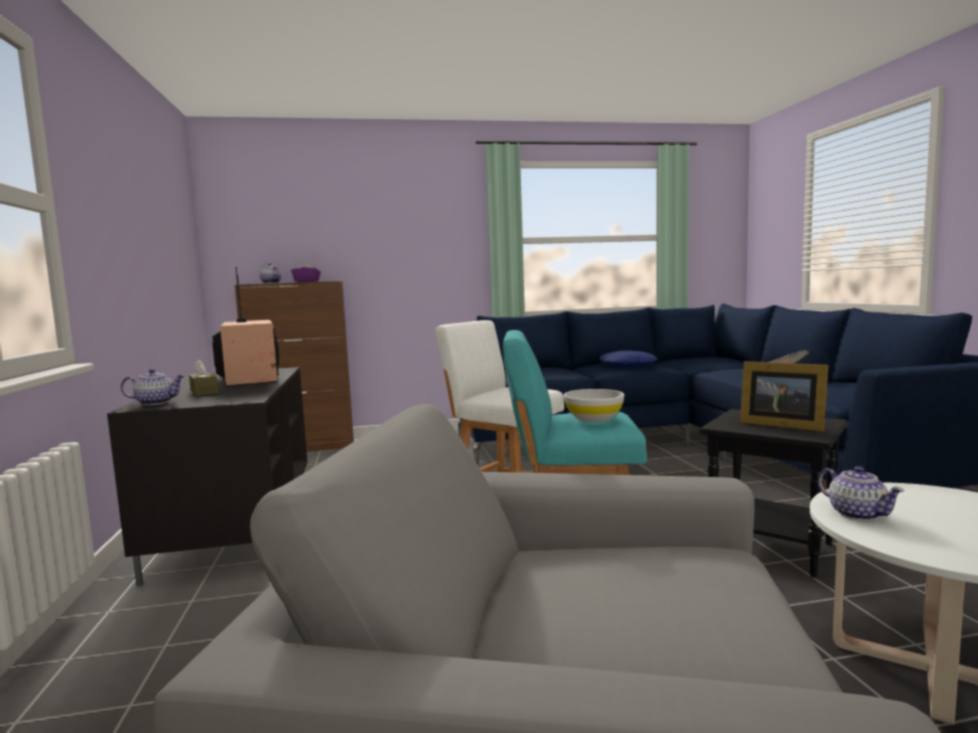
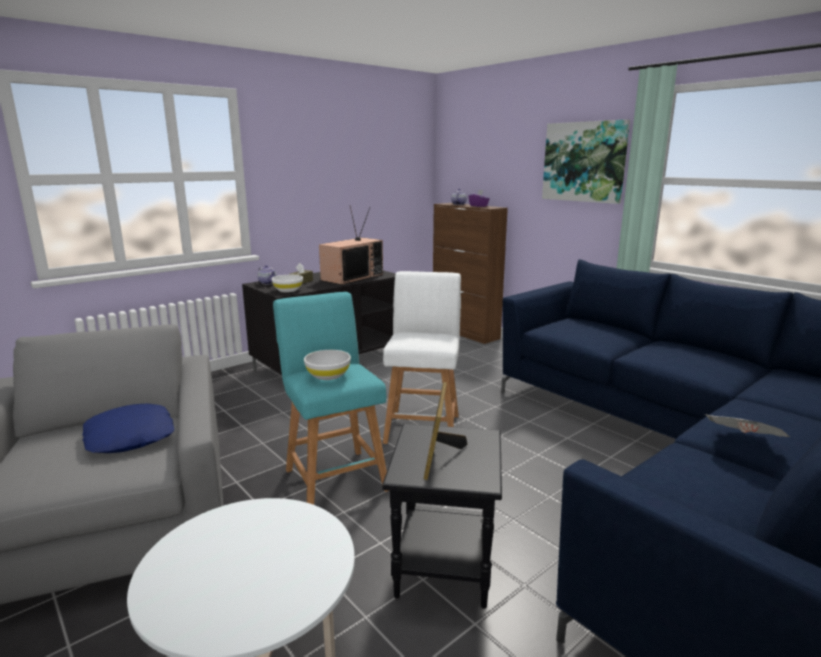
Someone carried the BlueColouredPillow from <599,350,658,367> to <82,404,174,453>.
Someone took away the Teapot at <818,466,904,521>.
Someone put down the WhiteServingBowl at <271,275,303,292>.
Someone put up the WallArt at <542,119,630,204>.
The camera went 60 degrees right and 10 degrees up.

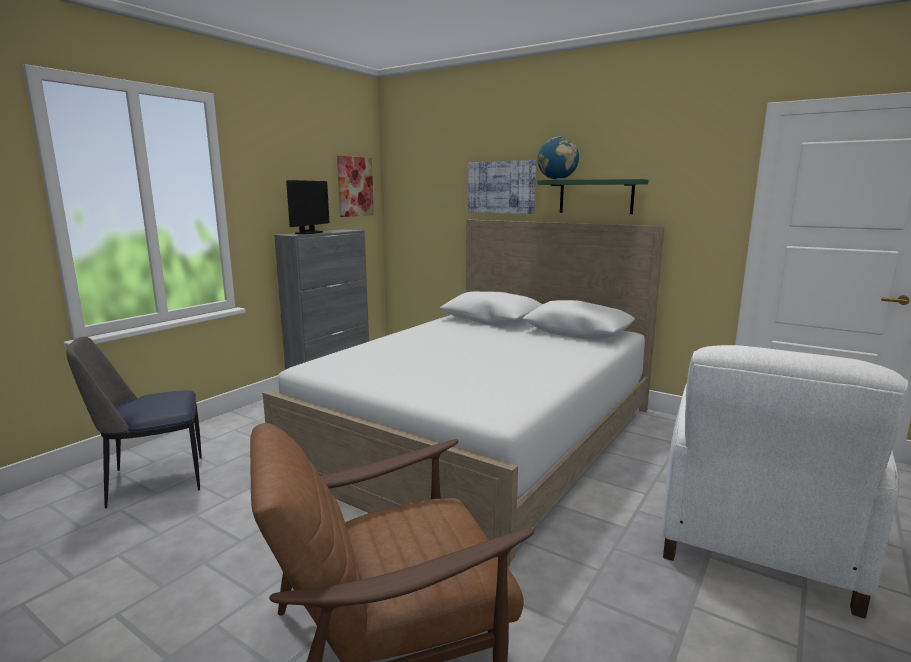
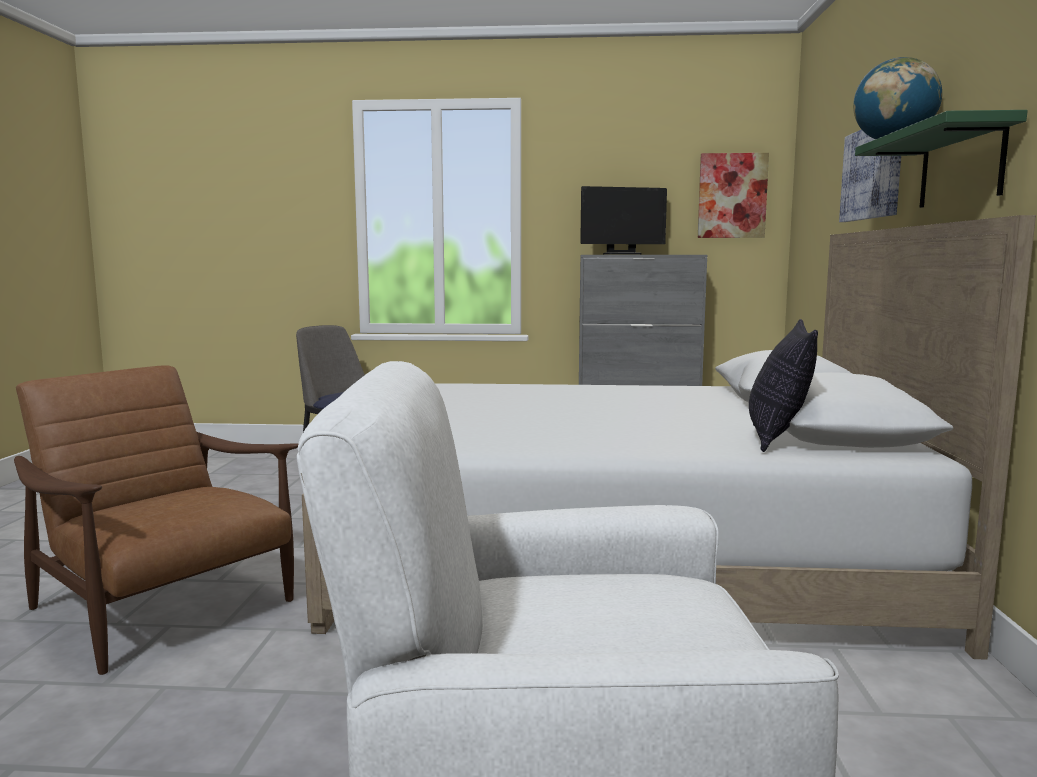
Someone put down the Pillow at <749,319,818,452>.
The camera went 60 degrees right and 5 degrees down.

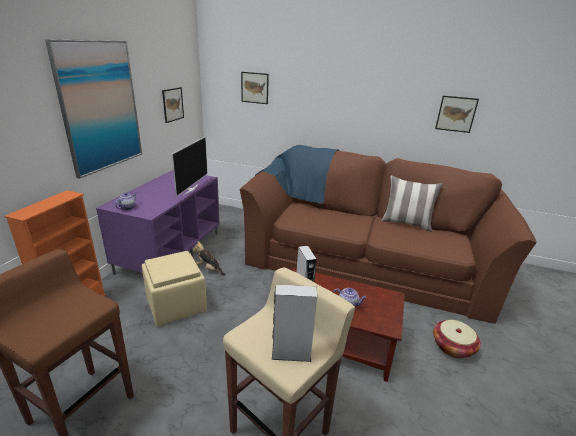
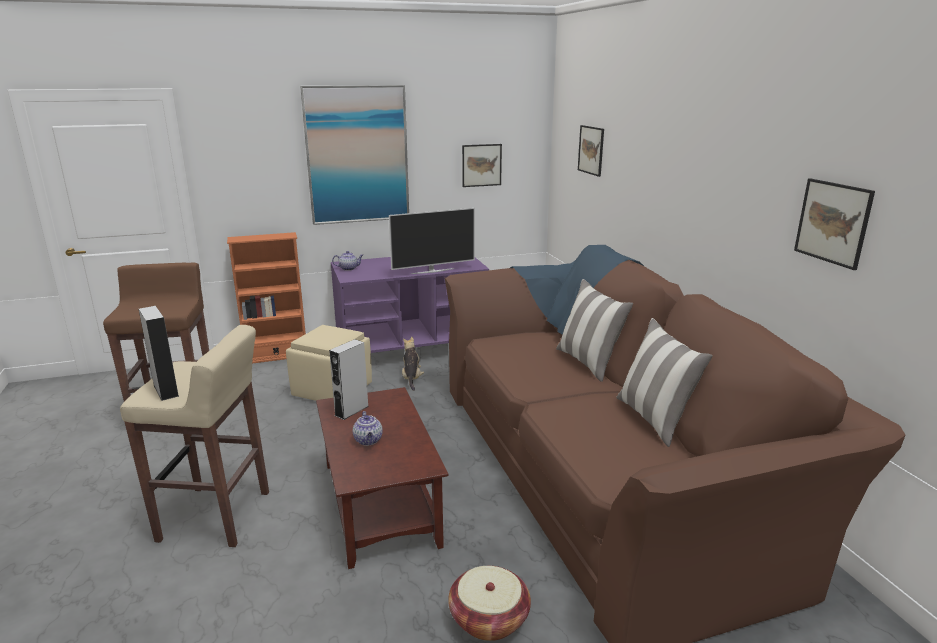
Someone put down the Pillow at <556,279,633,382>.
The camera went 55 degrees right and 5 degrees down.

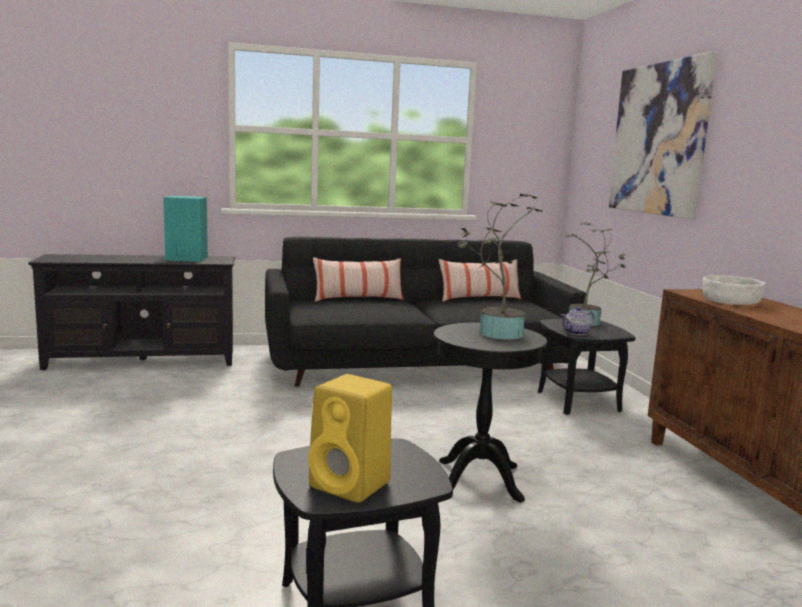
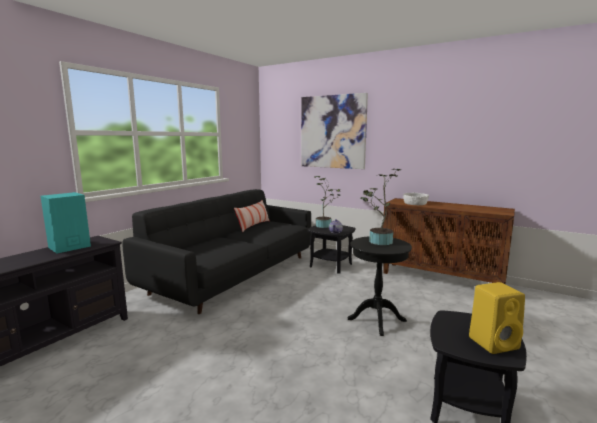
Someone took away the Pillow at <313,257,404,302>.
The camera went 45 degrees left and 0 degrees up.

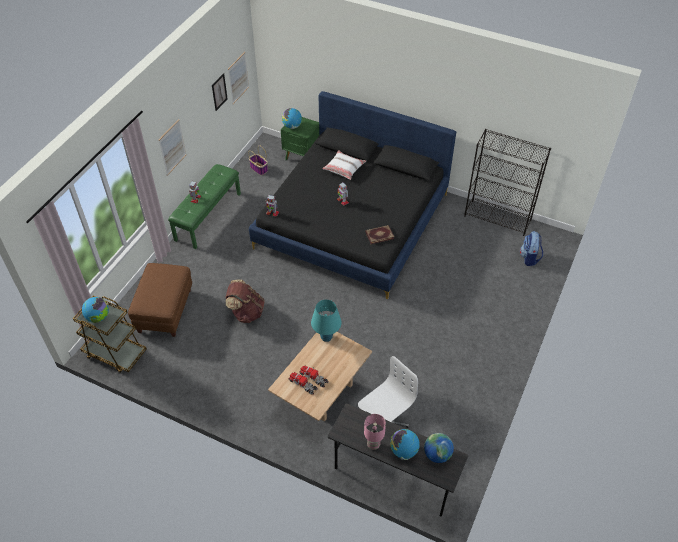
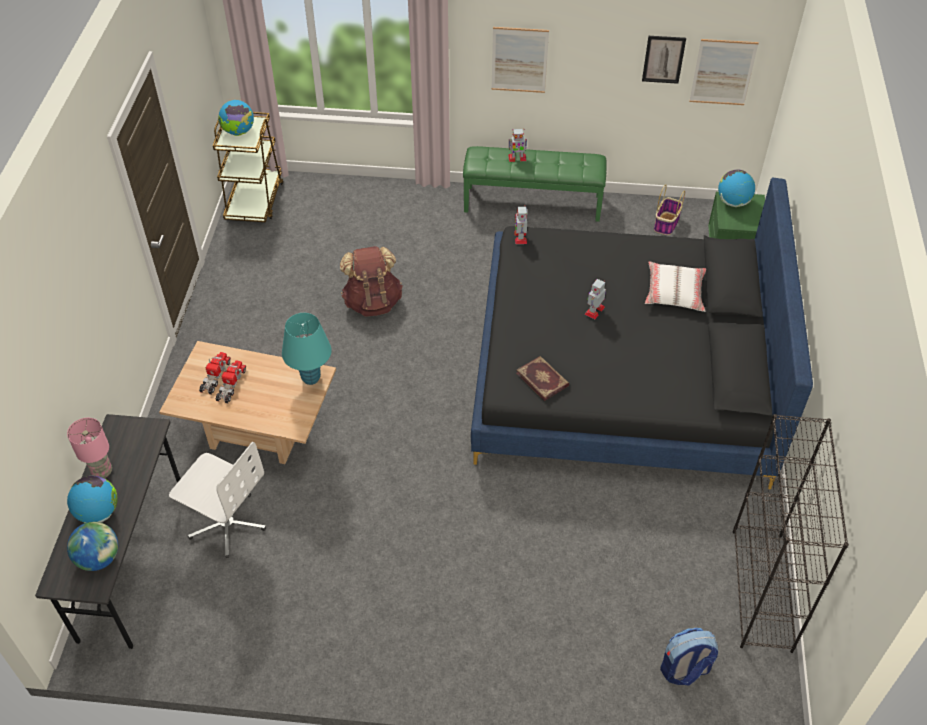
Someone took away the BrownColouredPouffe at <128,263,192,337>.
The camera went 70 degrees right and 0 degrees up.

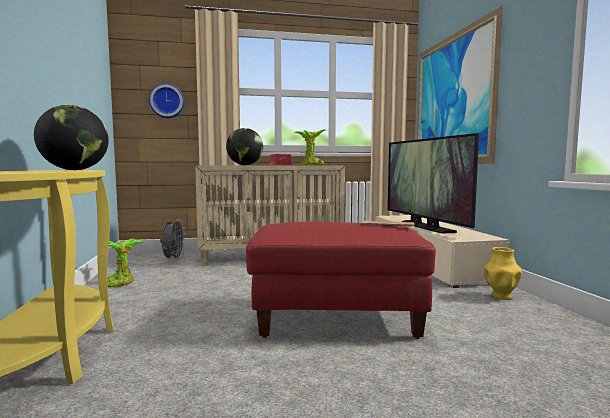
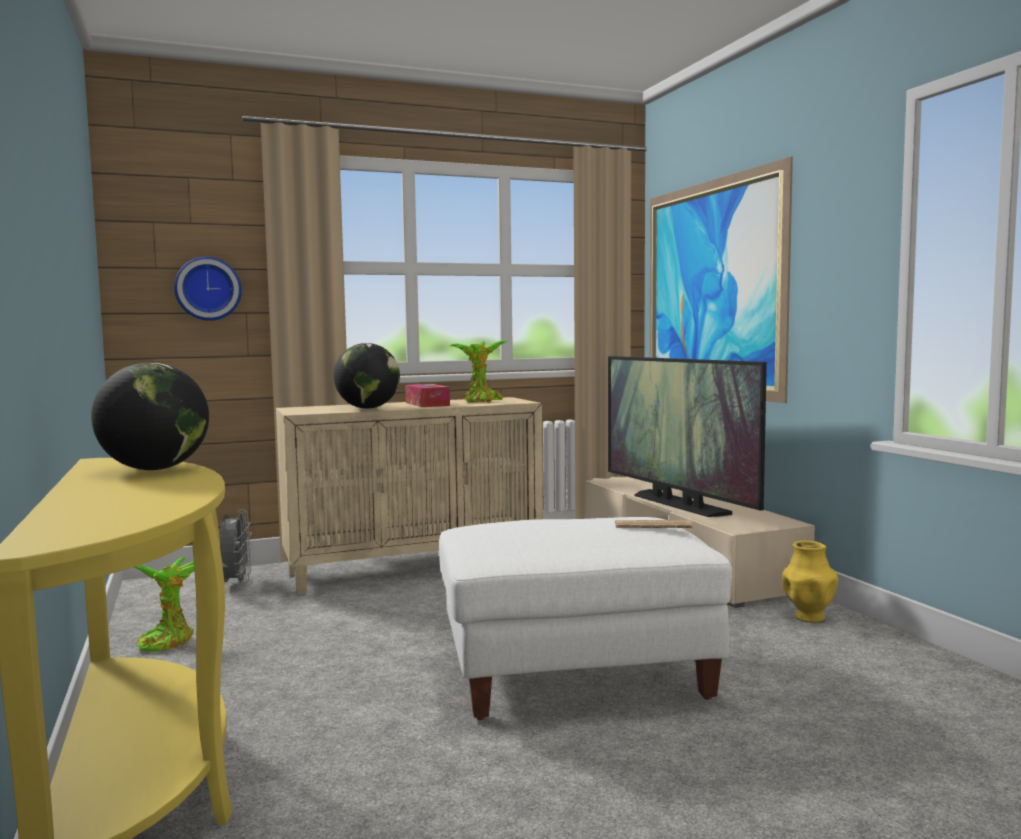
Someone repainted the RedColouredPouffe at <246,222,436,339>, which became the WhitePouffe at <439,517,732,720>.
The camera went 10 degrees left and 0 degrees up.

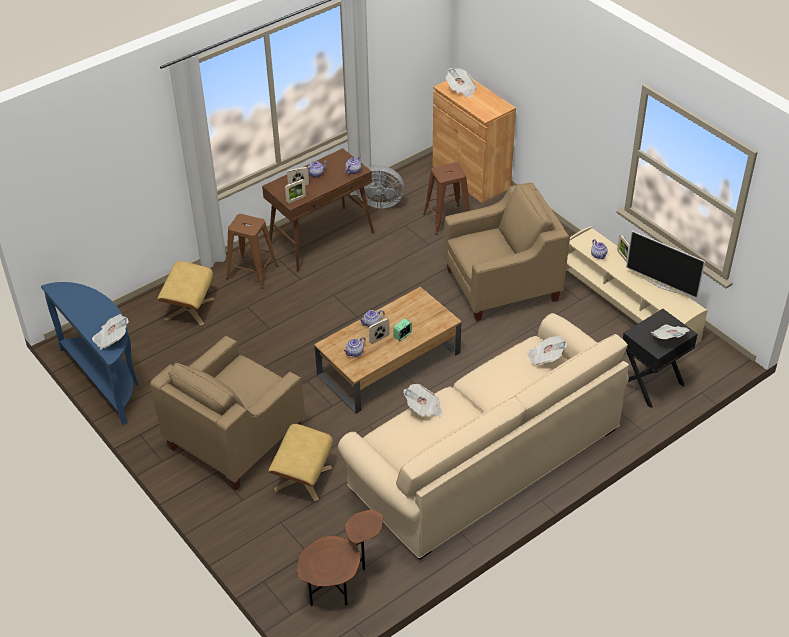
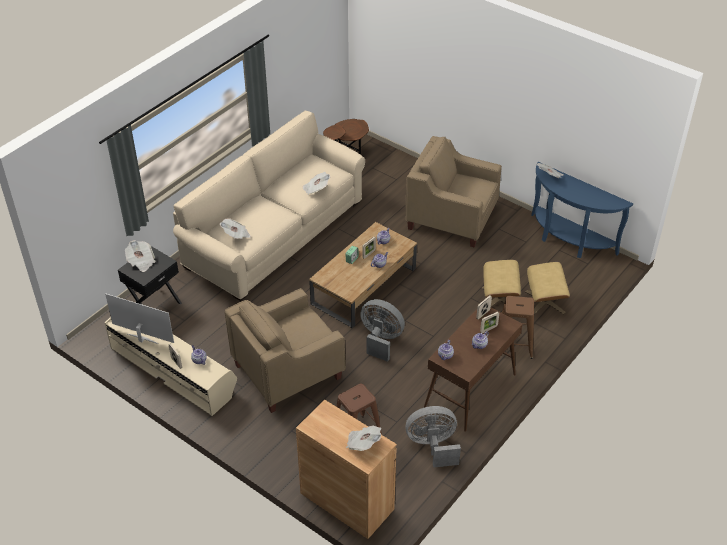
Someone rotated the BeigeColouredArmchair at <150,336,306,491> by 90 degrees counterclockwise.
Someone carried the BeigeColouredPouffe from <269,424,333,502> to <481,260,521,307>.
Someone put down the GreyishCoolingFan at <360,299,405,362>.
The camera went 165 degrees right and 0 degrees up.

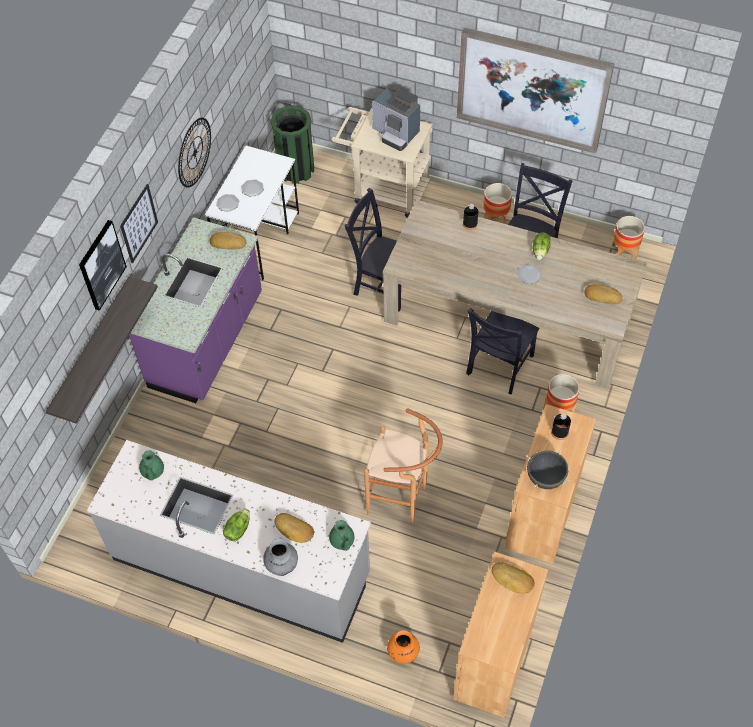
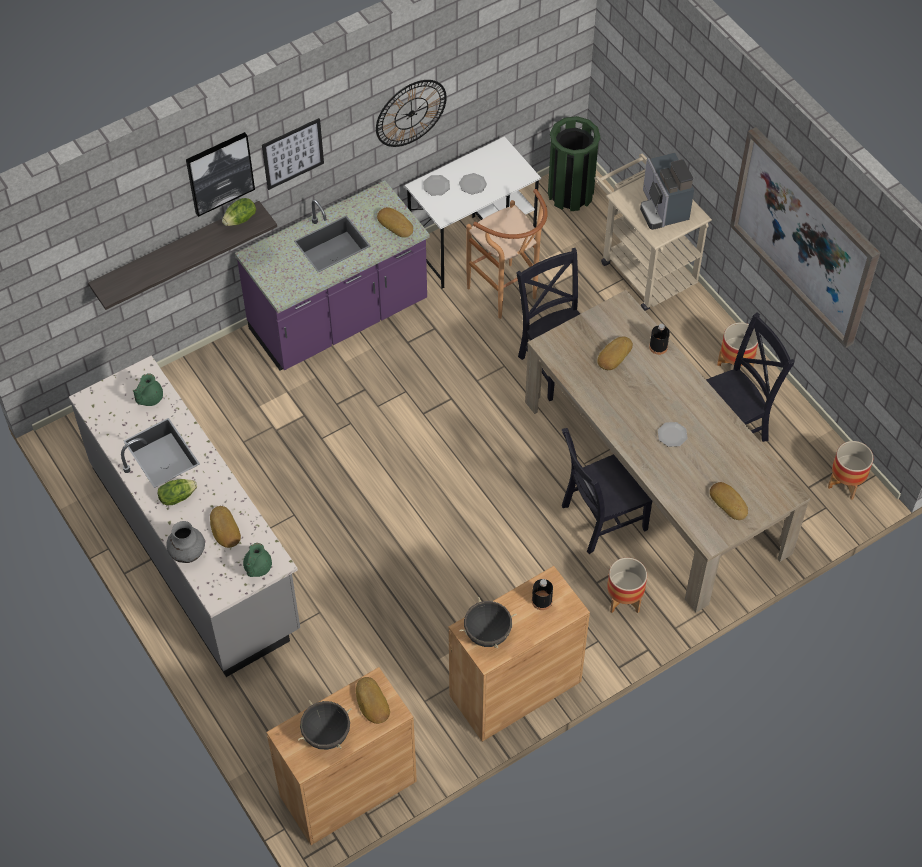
Someone carried the BrownColouredSittingStool from <364,408,443,524> to <466,189,548,319>.
Someone took away the OrangeColouredFlowerVase at <387,630,420,664>.
Someone carried the Lettuce from <533,232,550,260> to <222,198,256,226>.
Someone put down the BlackStockpot at <298,700,352,750>.
Someone put down the BakeryBread at <597,336,633,370>.
The camera went 35 degrees right and 0 degrees up.

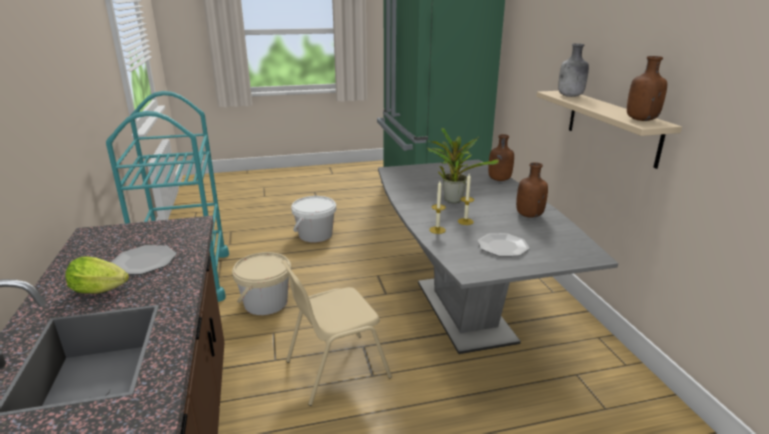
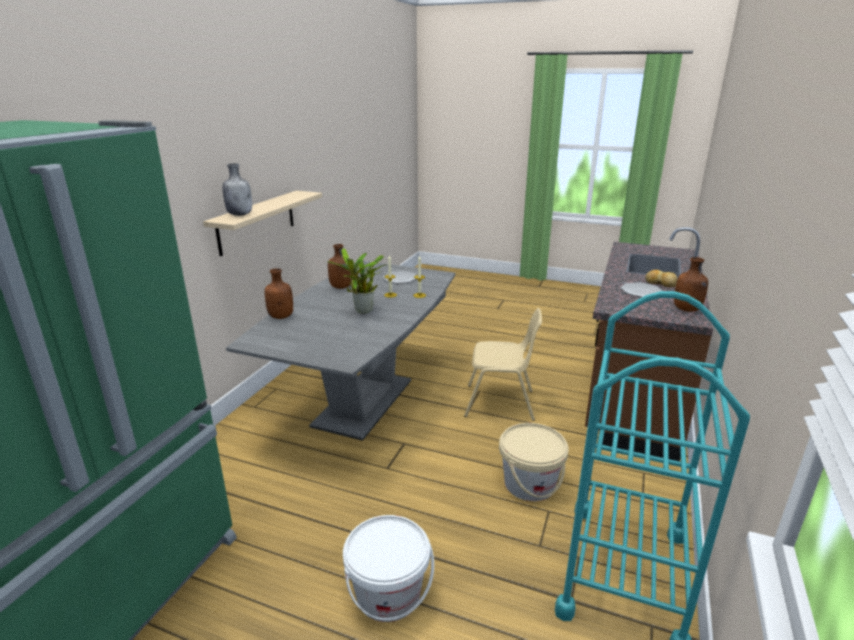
Someone swapped the Lettuce at <65,256,129,294> for the BakeryBread at <645,270,678,287>.
Someone carried the BrownColouredDrinkBottle from <627,56,667,121> to <674,257,708,312>.
The camera went 145 degrees left and 0 degrees up.

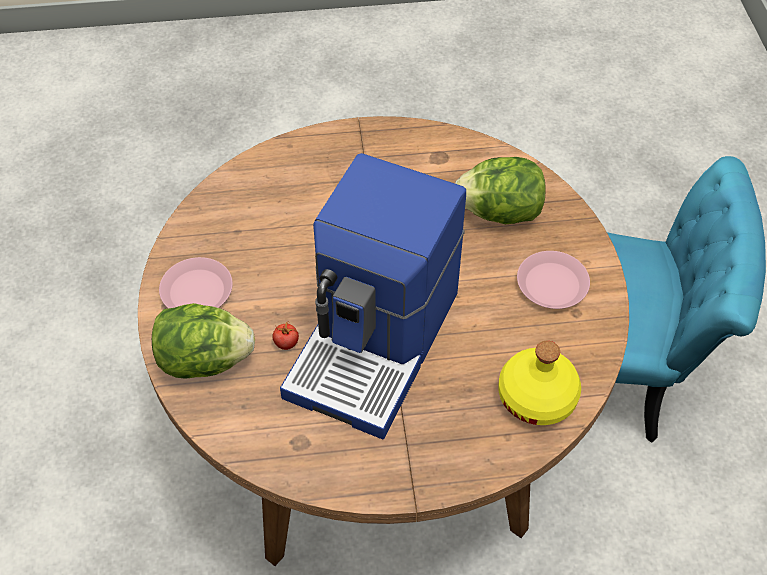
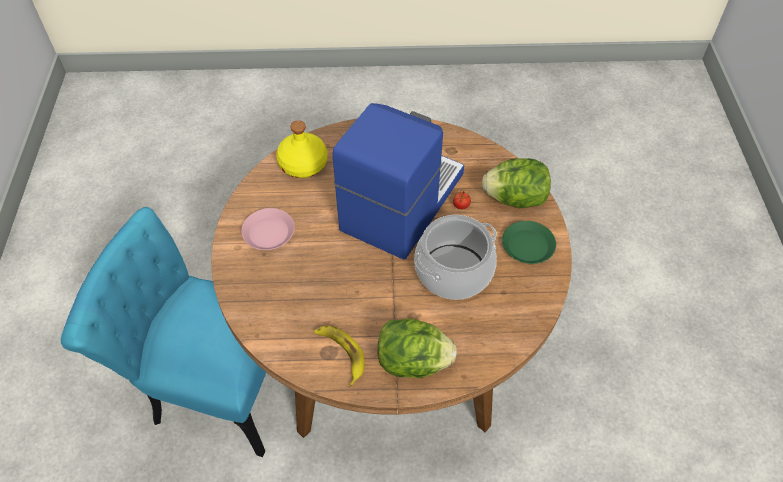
Someone repainted the PinkishDinnerPlate at <159,257,233,308>, which became the GreenColouredDinnerPlate at <502,221,556,264>.
Someone carried the Lettuce from <455,157,546,224> to <378,319,457,378>.
Someone put down the Banana at <314,326,365,386>.
Someone put down the Stockpot at <414,215,497,300>.
The camera went 175 degrees left and 0 degrees up.

